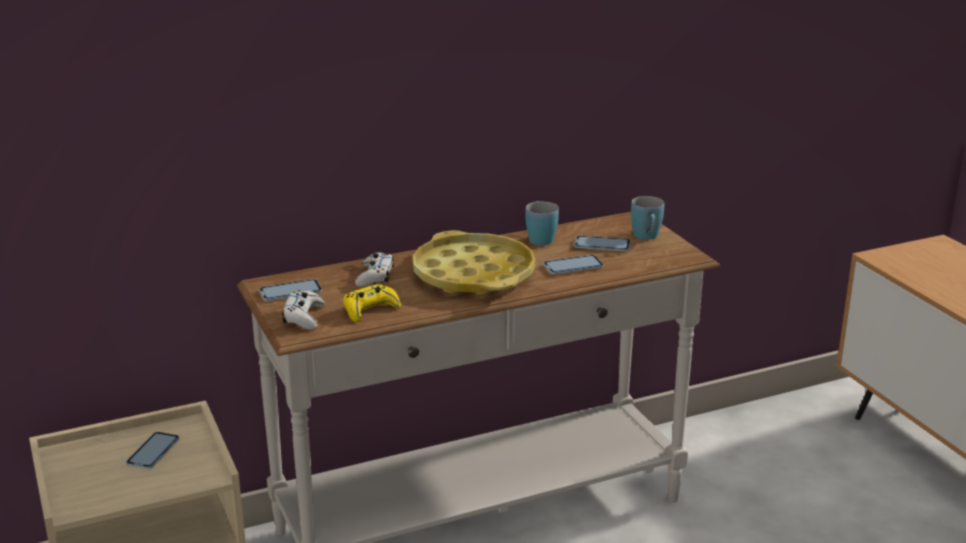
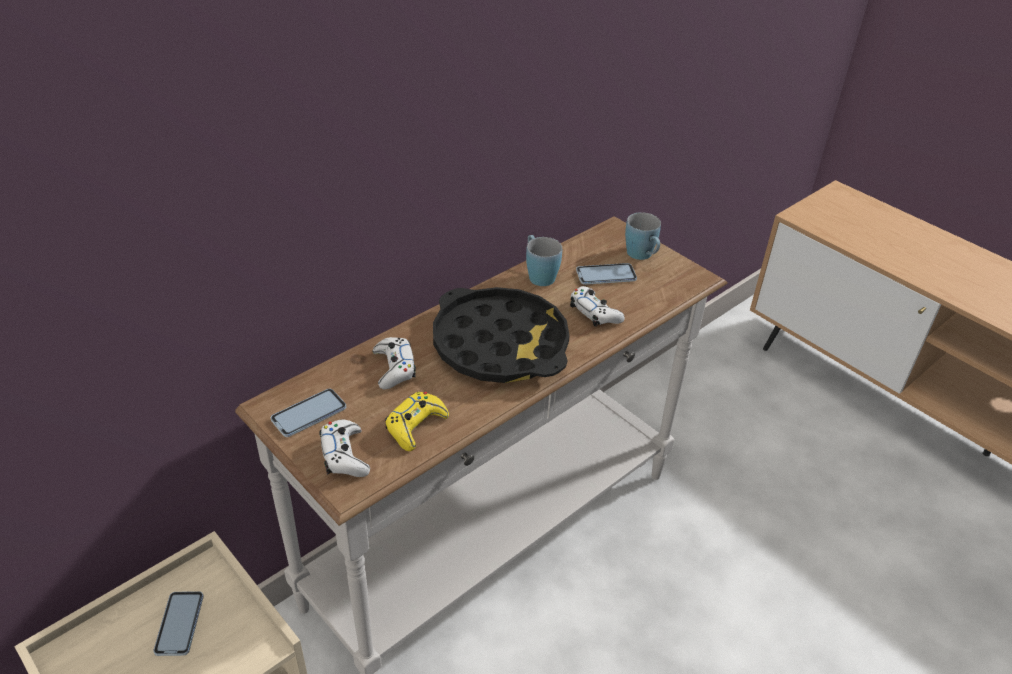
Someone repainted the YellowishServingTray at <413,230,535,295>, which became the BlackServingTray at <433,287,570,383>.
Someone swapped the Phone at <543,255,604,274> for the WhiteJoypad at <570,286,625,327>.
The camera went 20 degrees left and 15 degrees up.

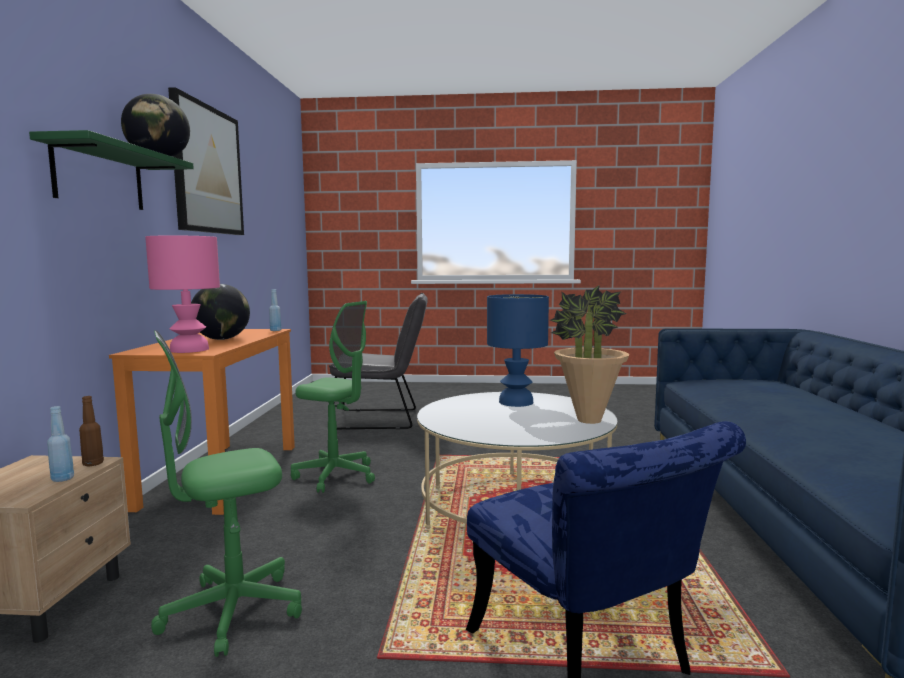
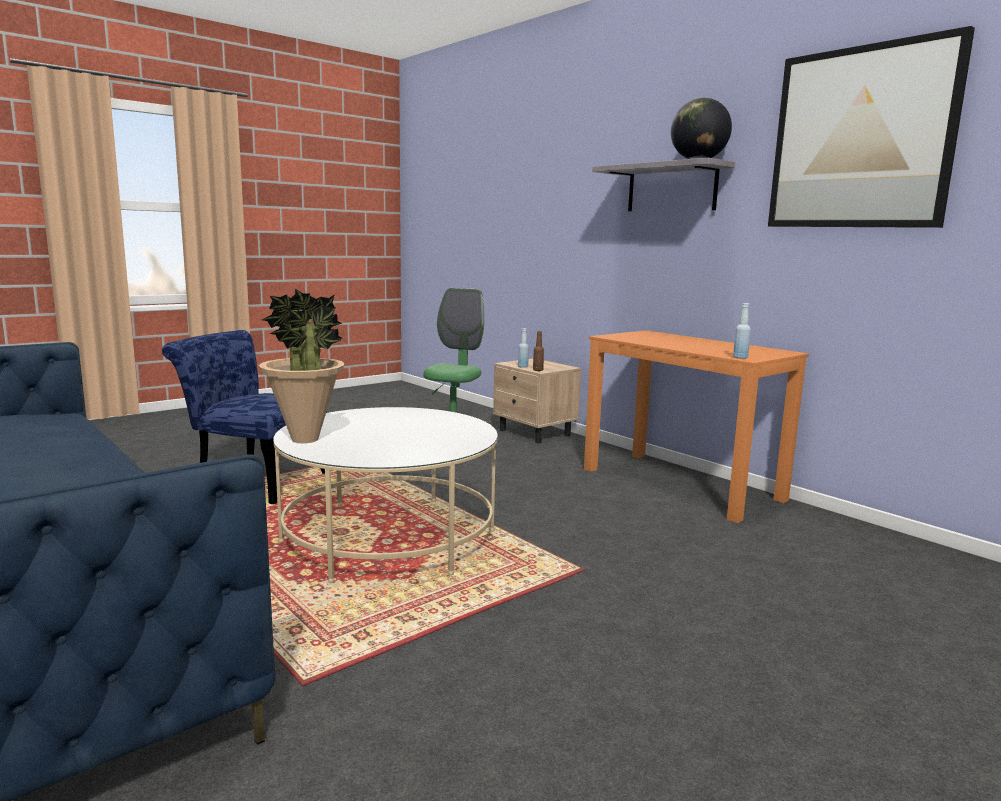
Someone repainted the GreenColouredShelf at <29,130,194,210>, which became the GreyishShelf at <592,158,735,211>.
Someone took away the PinkishLampForATable at <145,235,220,353>.
Someone took away the Globe at <191,284,250,340>.
Someone took away the GreenColouredComputerChair at <291,301,375,493>.
Someone took away the GreyishChair at <329,293,428,429>.
Someone took away the BlueColouredLampForATable at <487,294,549,407>.
The camera went 135 degrees right and 5 degrees up.

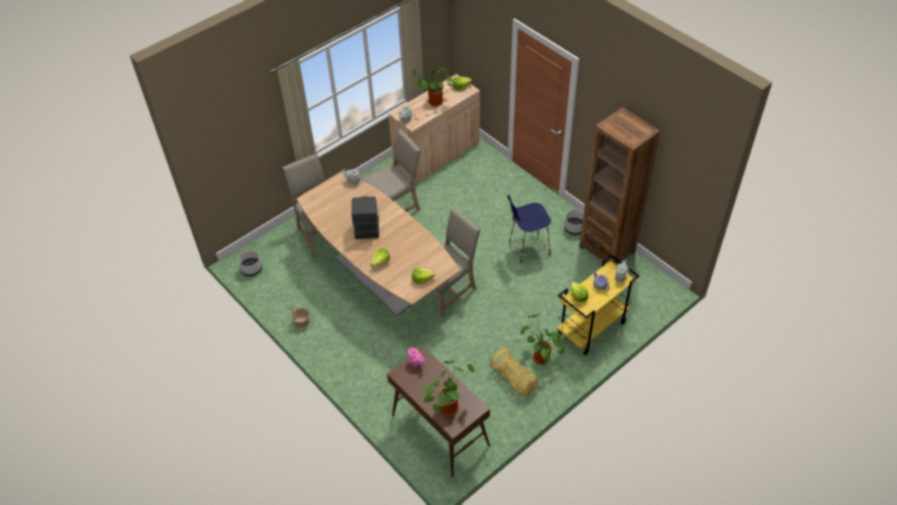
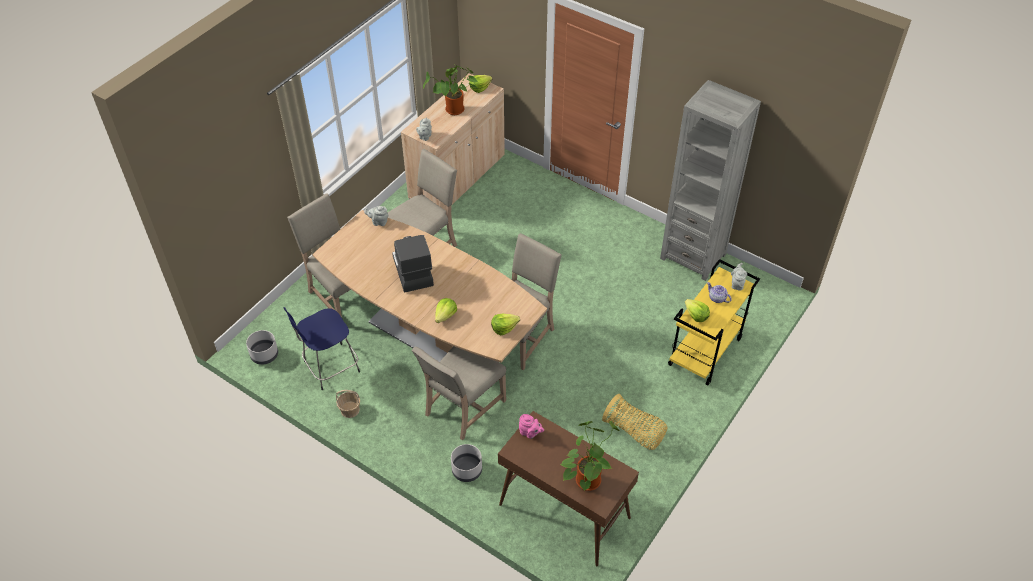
Someone carried the BlueColouredSittingStool from <507,195,551,263> to <284,307,360,390>.
Someone took away the PlantInAPot at <520,314,564,365>.
Someone carried the GreyishPlantPot from <564,210,584,235> to <451,444,482,482>.
Someone repainted the BrownColouredShelvingUnit at <579,107,660,264>, which became the GreyishShelvingUnit at <660,80,761,281>.
Someone put down the BeigeColouredChair at <412,346,506,440>.
The camera went 15 degrees left and 0 degrees up.

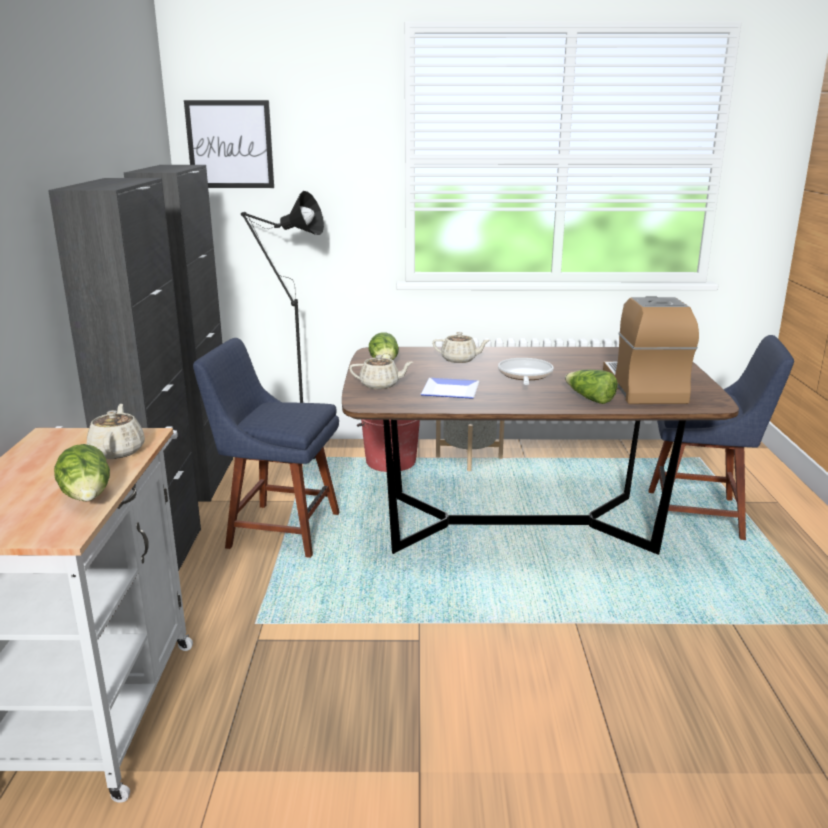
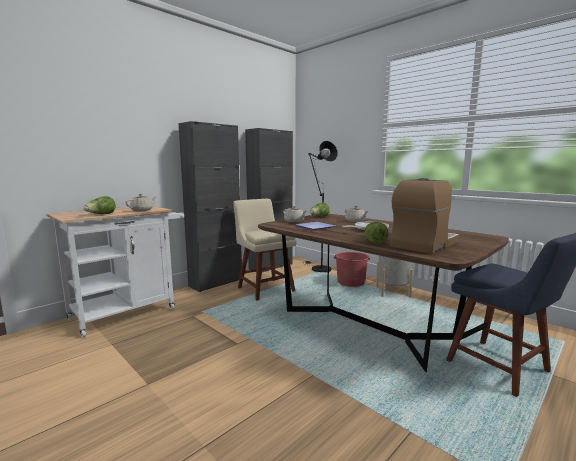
Someone took away the WallArt at <184,100,274,188>.
Someone repainted the BlueColouredChair at <193,338,340,558>, which became the BeigeColouredChair at <233,199,297,301>.
The camera went 45 degrees right and 10 degrees down.

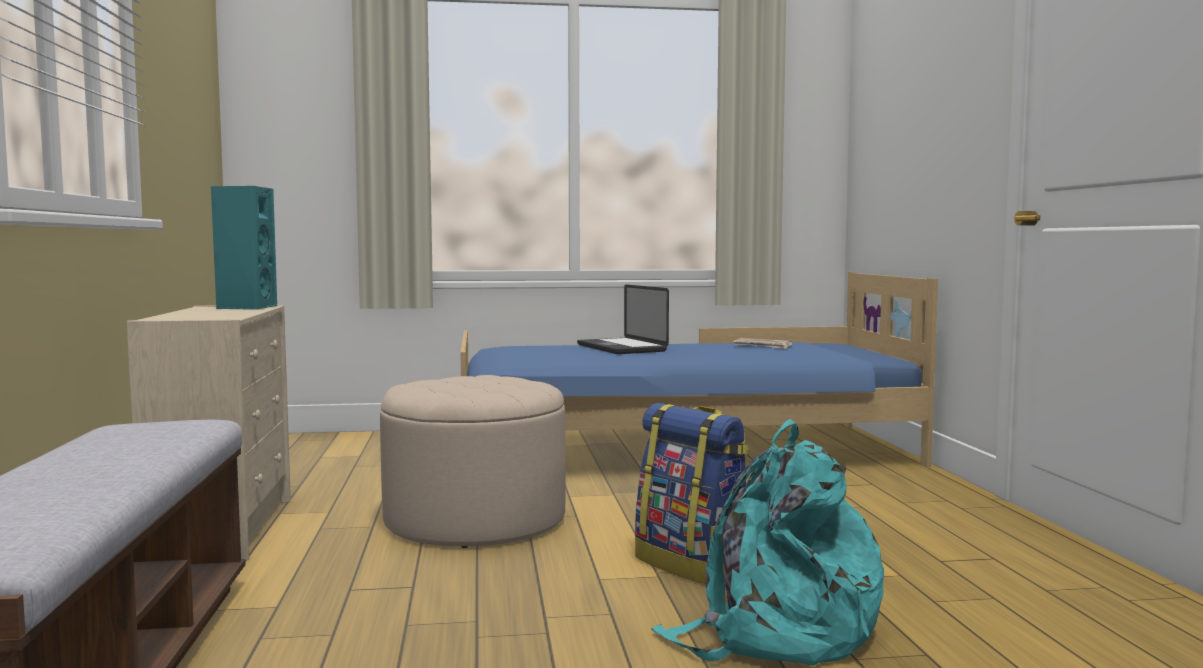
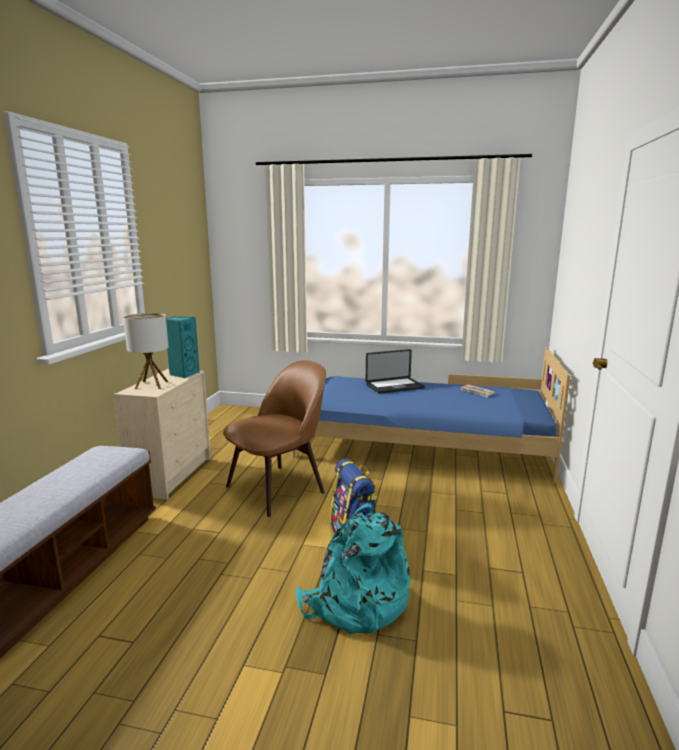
Someone swapped the BeigeColouredPouffe at <380,375,566,548> for the BrownColouredChair at <223,360,326,517>.
Someone rotated the NotebookComputer at <577,285,669,354> by 105 degrees counterclockwise.
Someone put down the LampForATable at <123,313,169,389>.
The camera went 20 degrees right and 10 degrees up.

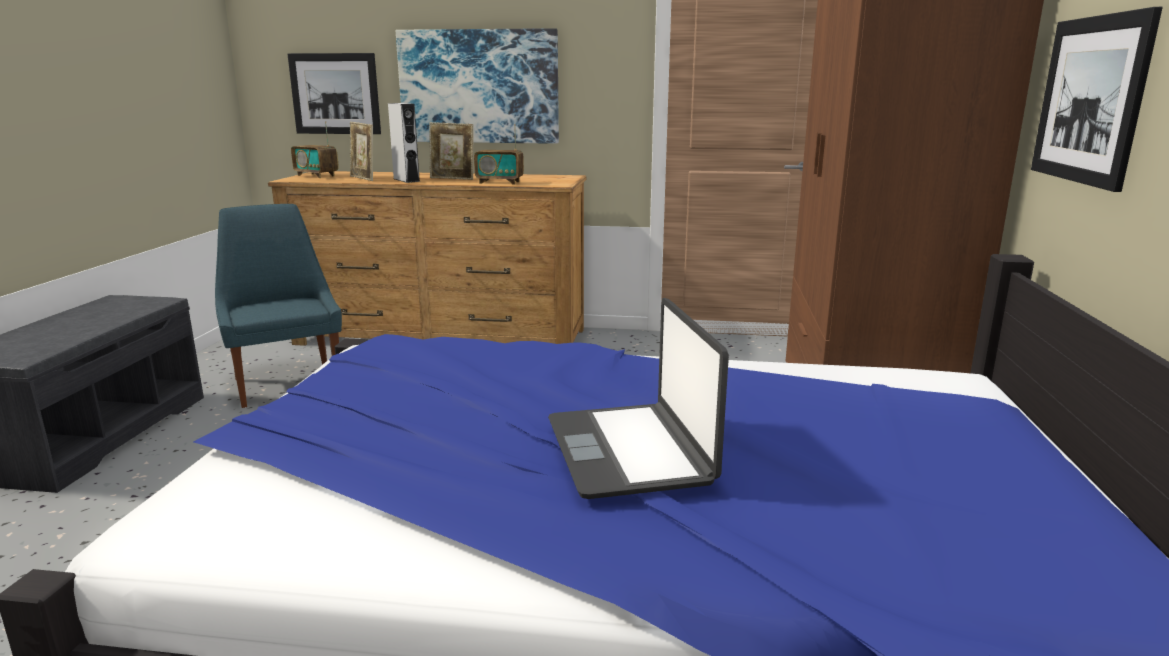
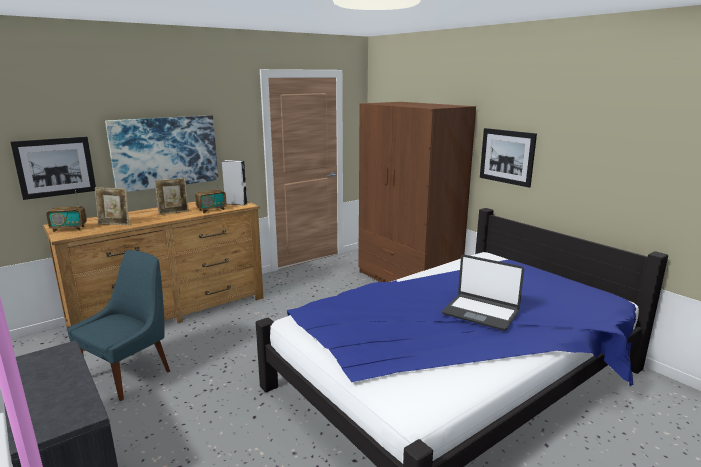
Someone rotated the BlueColouredChair at <215,204,342,408> by 105 degrees clockwise.
Someone carried the GreyishAudioSpeaker from <388,103,420,183> to <222,160,247,205>.
The camera went 45 degrees left and 0 degrees up.

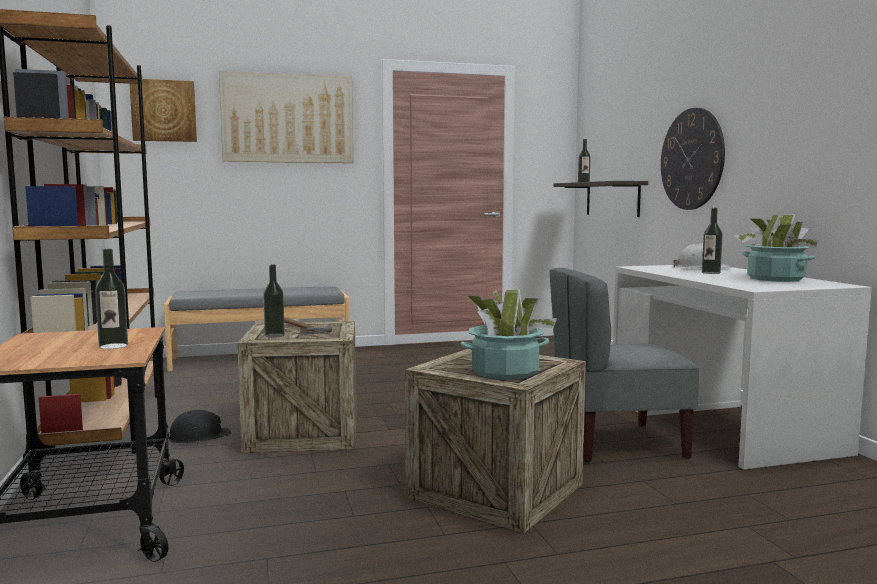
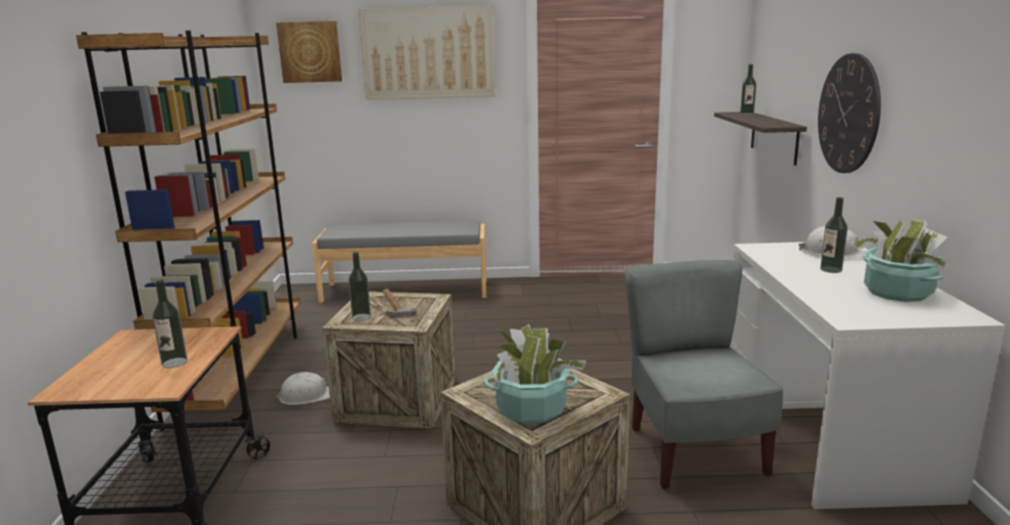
Someone repainted the BlackSafetyHelmet at <168,410,231,443>, which became the WhiteSafetyHelmet at <275,372,330,405>.
Someone rotated the GreyishChair at <550,268,699,462> by 75 degrees clockwise.
The camera went 15 degrees right and 10 degrees up.

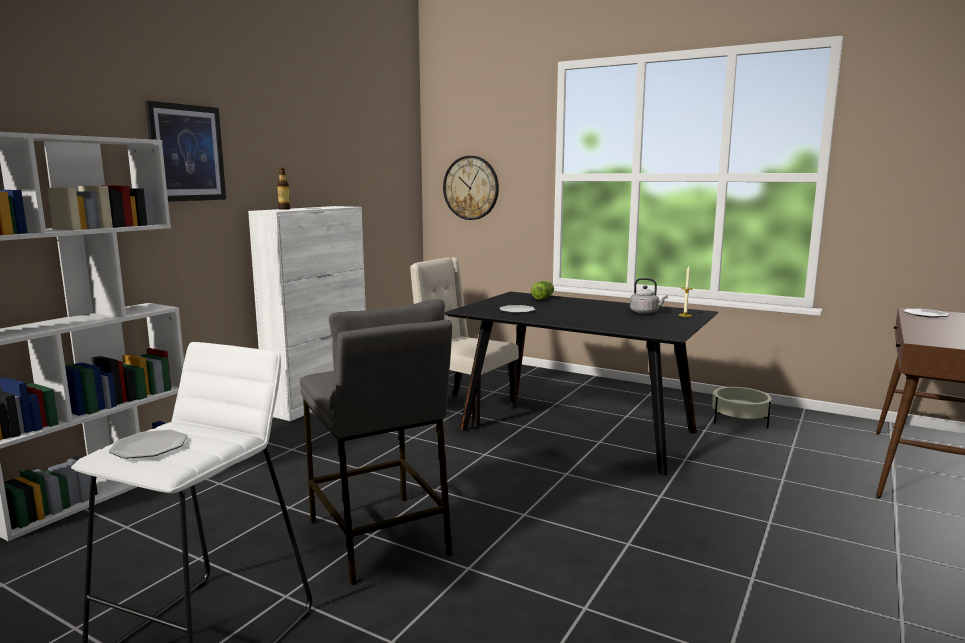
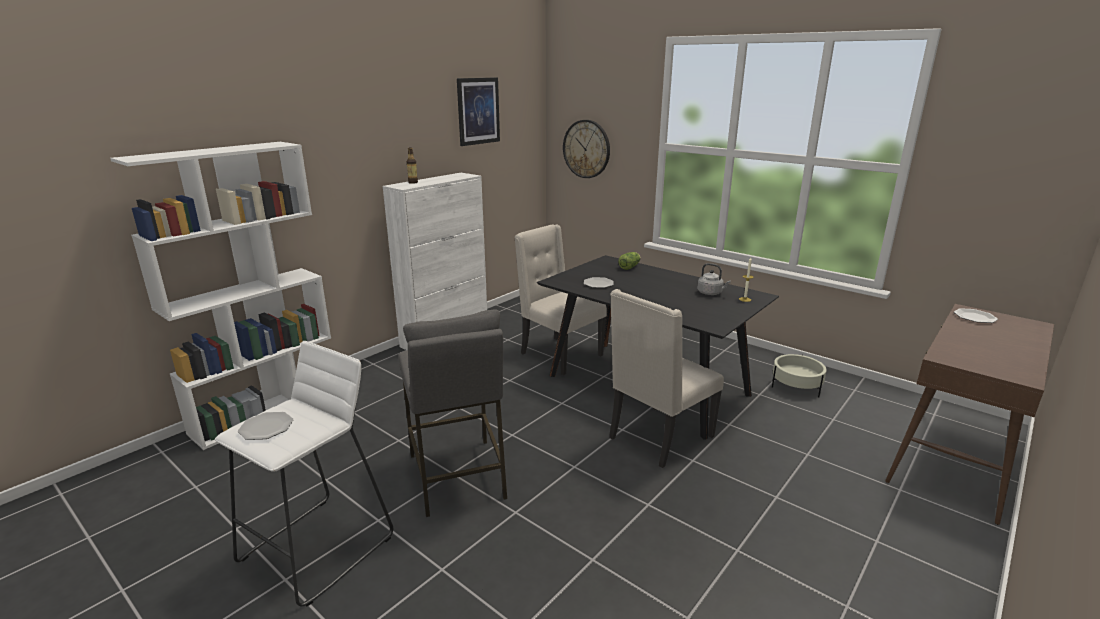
Someone carried the WallArt from <145,101,226,202> to <457,77,500,146>.
Someone put down the BeigeColouredChair at <609,289,724,468>.
The camera went 10 degrees right and 10 degrees up.

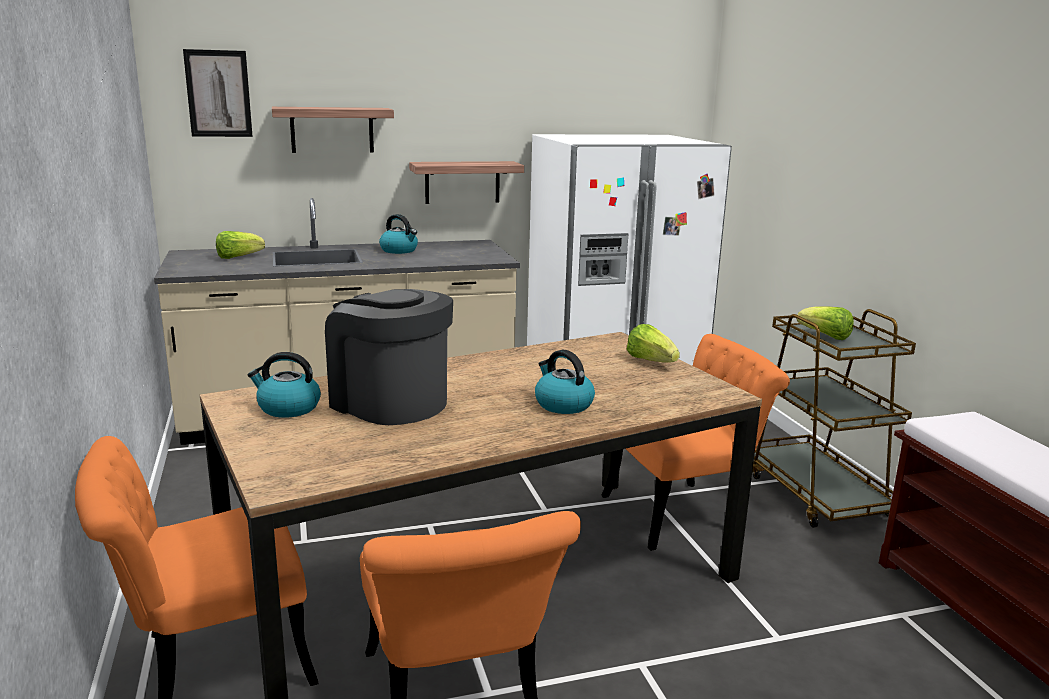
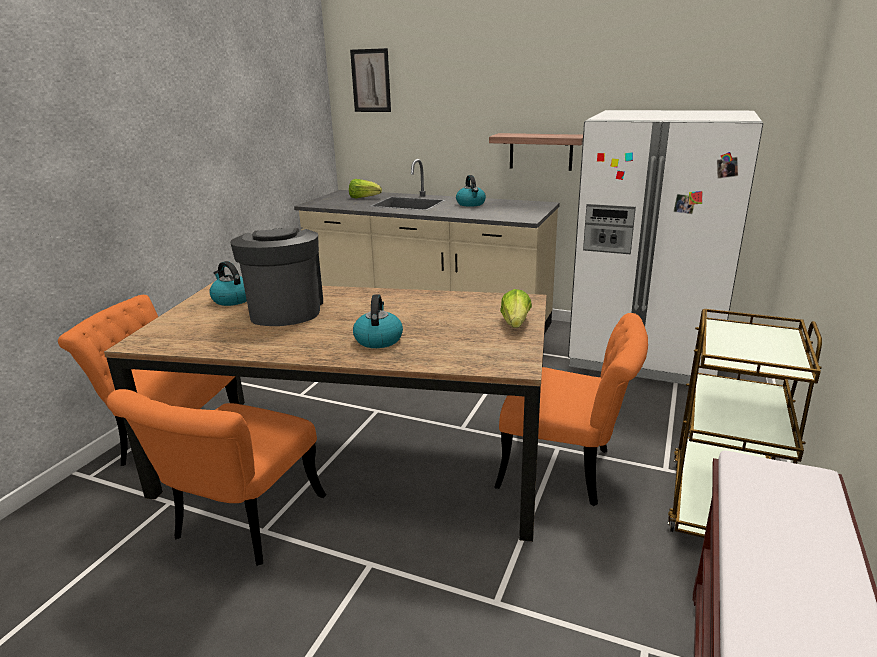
Someone took away the Shelf at <272,107,394,153>.
Someone took away the Lettuce at <797,306,854,340>.
The camera went 40 degrees right and 5 degrees up.

